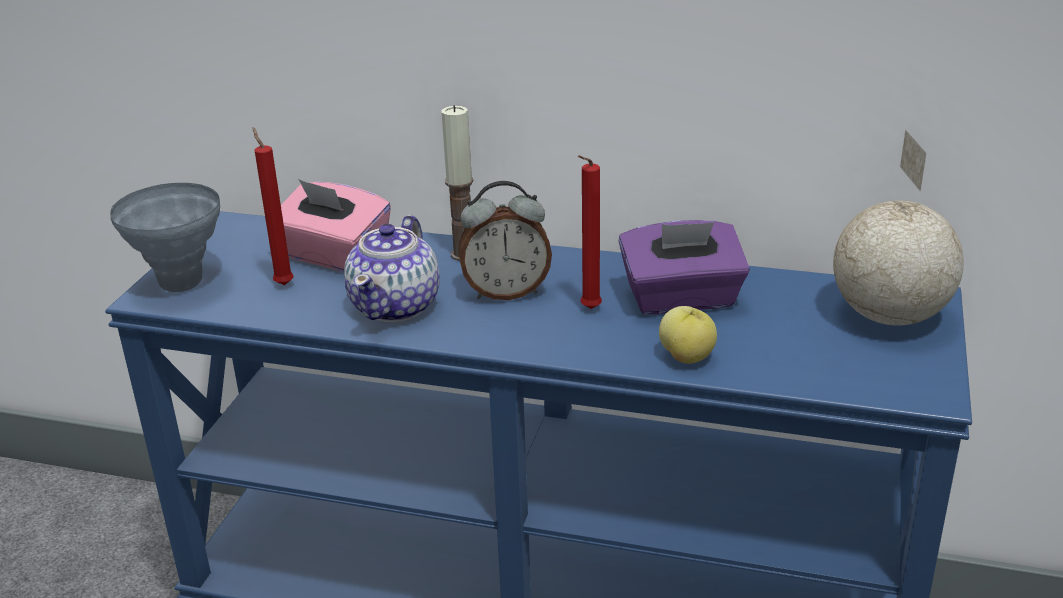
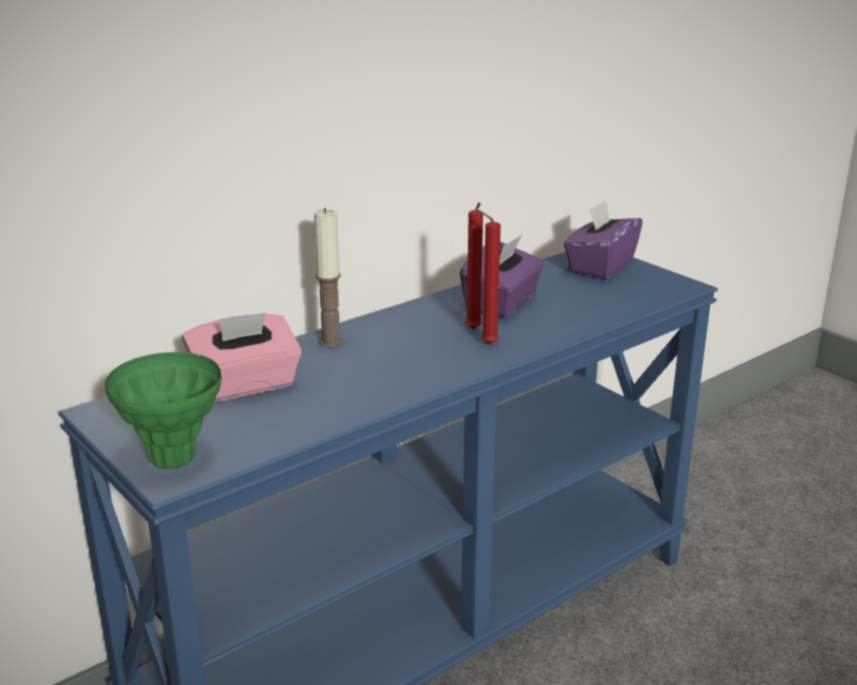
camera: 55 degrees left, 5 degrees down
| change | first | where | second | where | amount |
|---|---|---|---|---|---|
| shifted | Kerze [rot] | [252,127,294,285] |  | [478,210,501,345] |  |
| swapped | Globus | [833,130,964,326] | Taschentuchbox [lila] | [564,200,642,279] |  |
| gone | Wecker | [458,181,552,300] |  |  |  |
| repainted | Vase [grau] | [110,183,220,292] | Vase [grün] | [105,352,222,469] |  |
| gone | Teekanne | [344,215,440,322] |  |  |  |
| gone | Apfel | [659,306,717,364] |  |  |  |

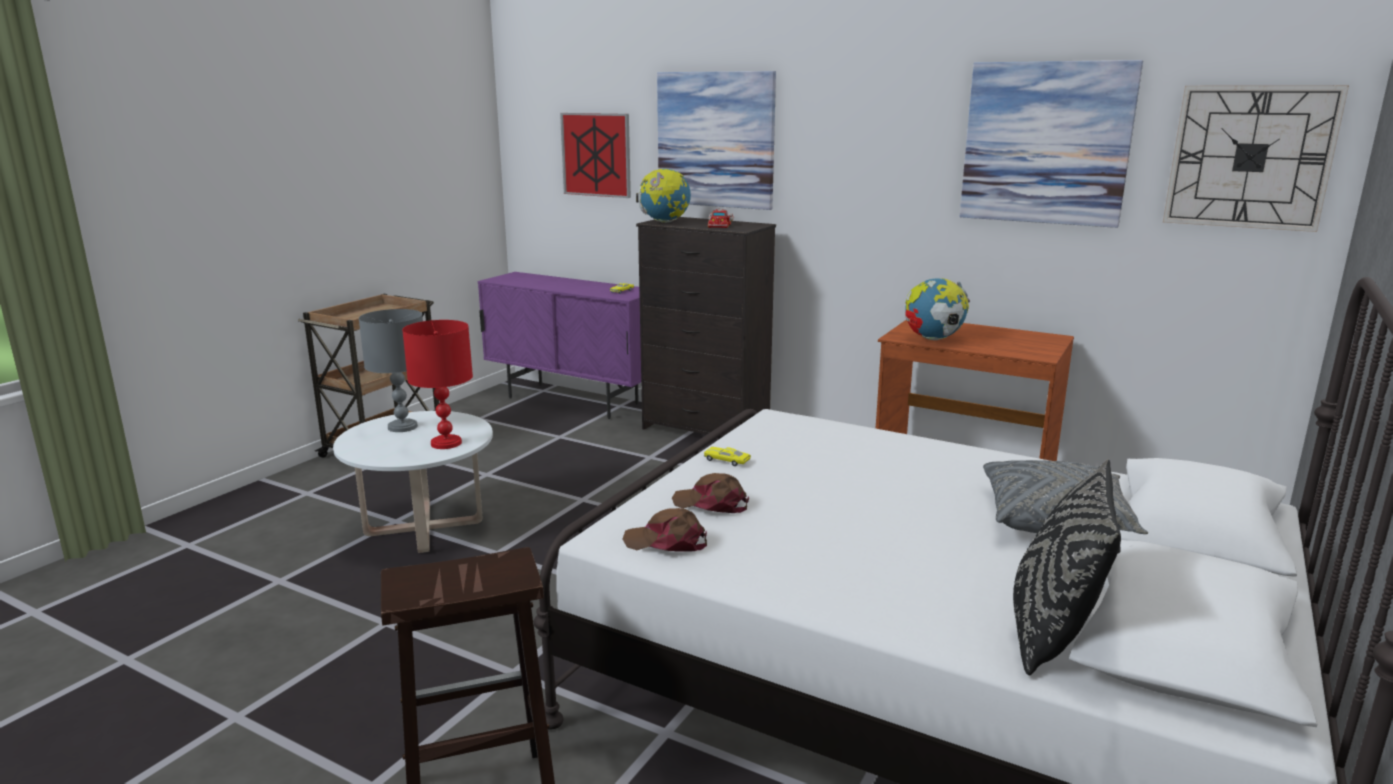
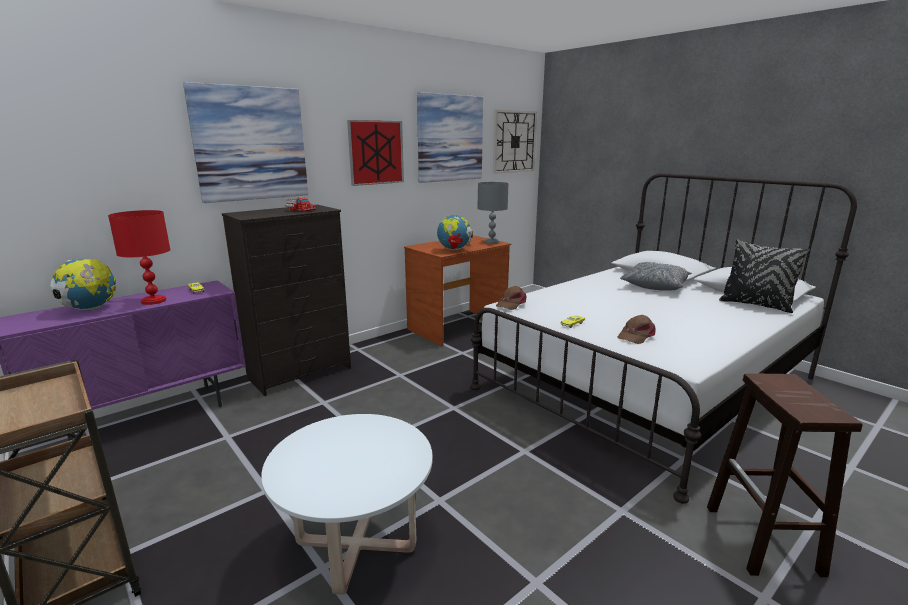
camera: 70 degrees left, 0 degrees up
| change | first | where | second | where | amount |
|---|---|---|---|---|---|
| shifted | Bild | [560,113,631,198] |  | [347,120,404,186] |  |
| shifted | Globus | [636,168,691,223] |  | [50,259,116,310] |  |
| shifted | Tischlampe [grau] | [359,309,423,432] |  | [477,182,509,244] |  |
| shifted | Tischlampe [rot] | [402,320,473,449] |  | [108,210,171,305] |  |
| shifted | Kappe [braun] | [622,508,707,551] |  | [496,286,526,310] |  |

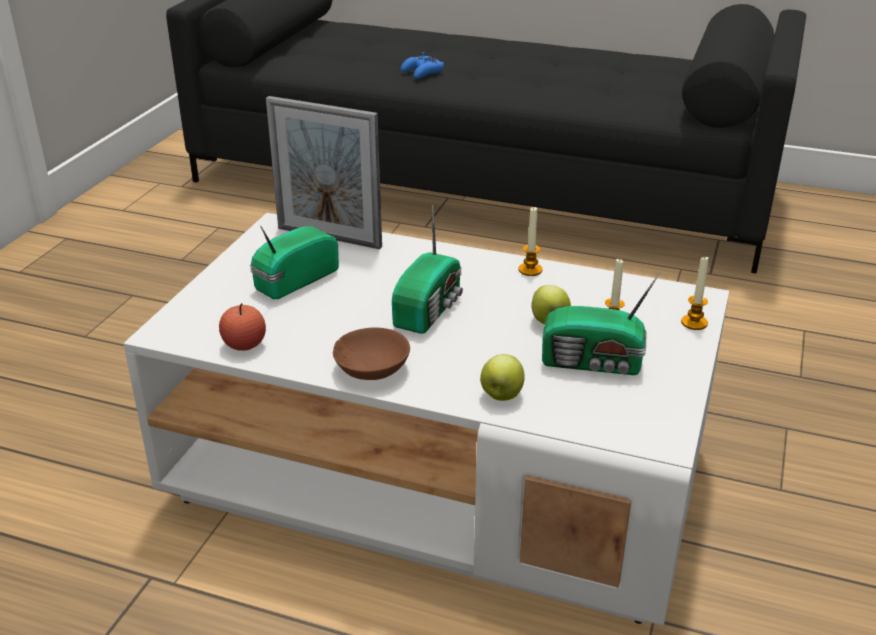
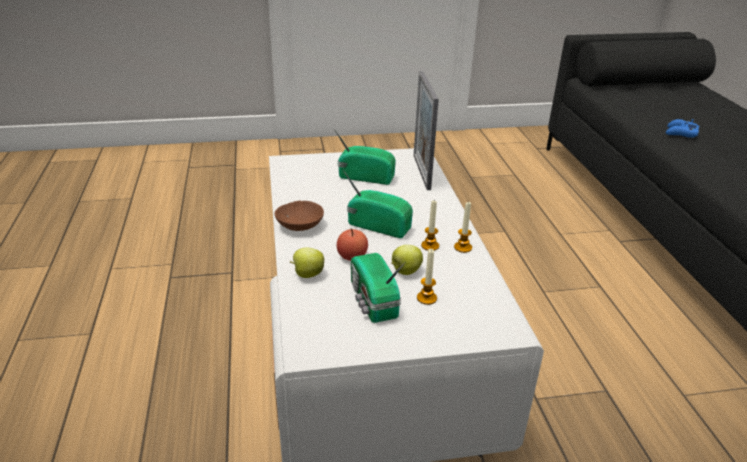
camera: 60 degrees right, 0 degrees up
| change | first | where | second | where | amount |
|---|---|---|---|---|---|
| rotated | Radio | [392,205,463,334] |  | [343,170,413,238] | 150 degrees counterclockwise |
| shifted | Kerze | [681,255,709,330] |  | [421,201,439,251] |  |
| shifted | Apfel | [219,303,266,351] |  | [337,229,368,261] |  |

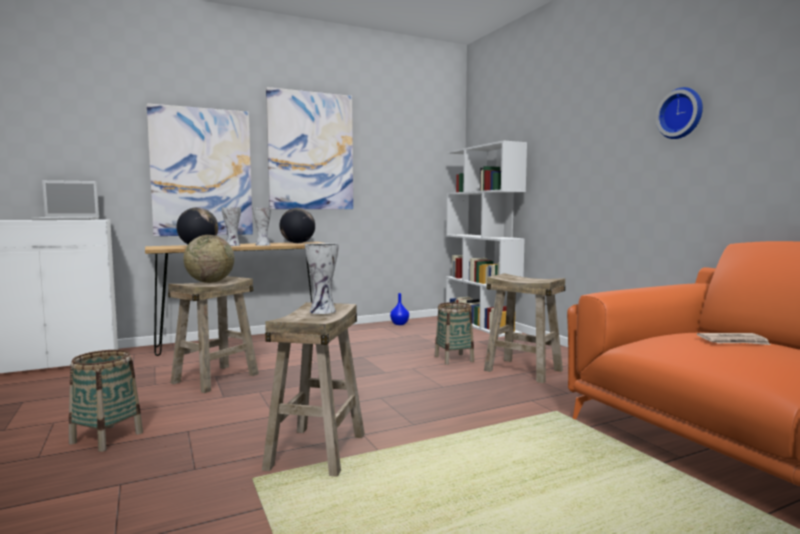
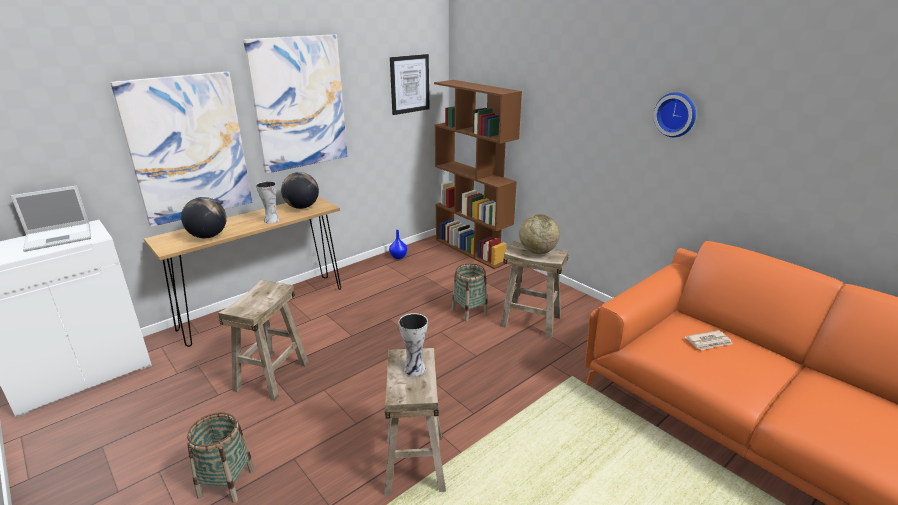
camera: 15 degrees left, 20 degrees up
| change | first | where | second | where | amount |
|---|---|---|---|---|---|
| repainted | Bücherregal [weiß] | [446,140,527,337] | Bücherregal [braun] | [434,80,522,269] |  |
| gone | Vase | [222,207,241,246] |  |  |  |
| shifted | Globus | [183,235,234,283] |  | [519,214,560,254] |  |
| new |  |  | Bild | [390,54,430,115] |  |

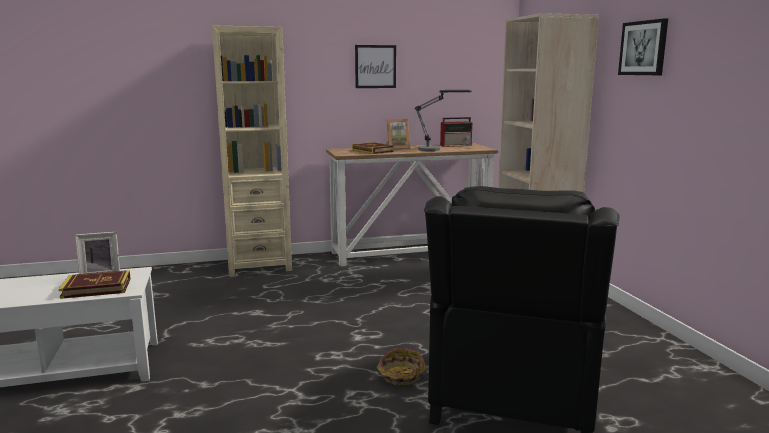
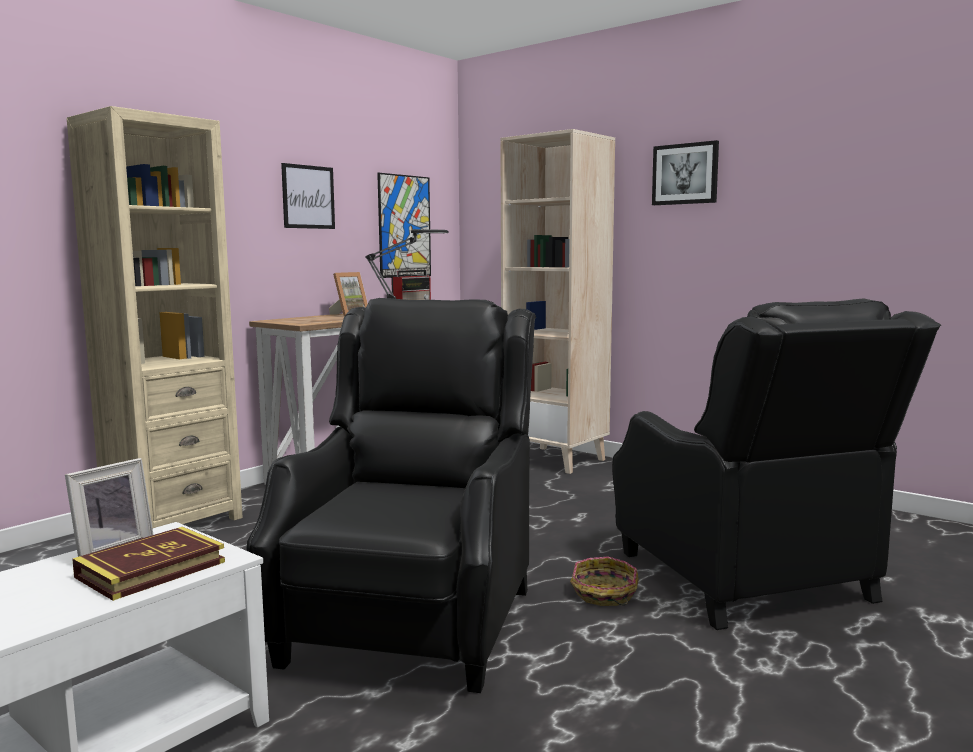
camera: 35 degrees left, 5 degrees down
| change | first | where | second | where | amount |
|---|---|---|---|---|---|
| gone | Buch | [352,142,394,154] |  |  |  |
| new |  |  | Bild | [377,173,431,278] |  |
| new |  |  | Sessel [schwarz] | [247,298,536,693] |  |

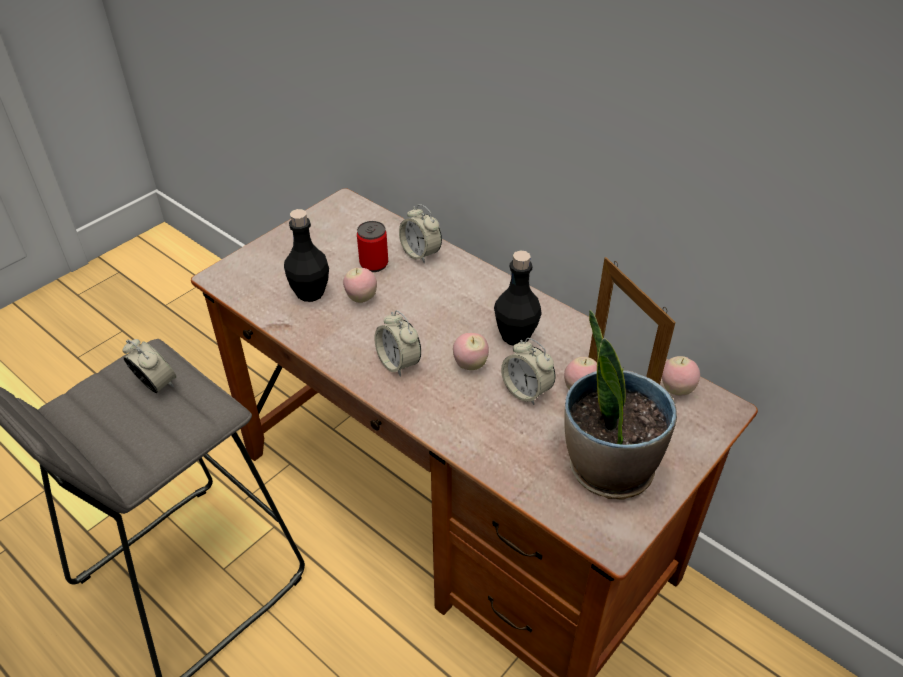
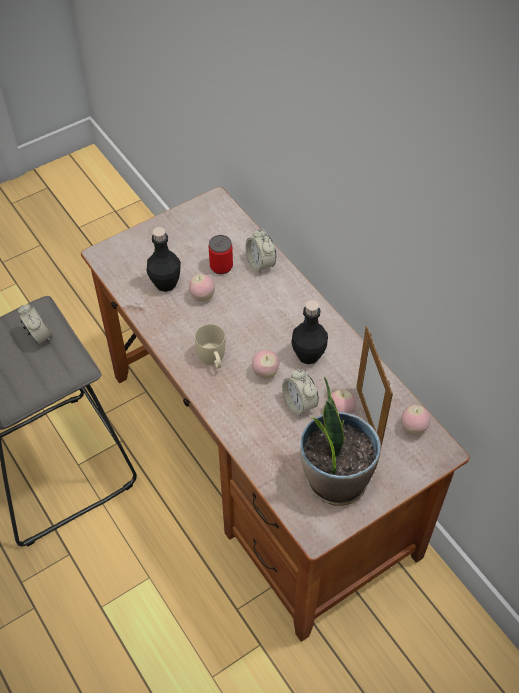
camera: 15 degrees right, 10 degrees up
| change | first | where | second | where | amount |
|---|---|---|---|---|---|
| swapped | Wecker | [374,310,421,377] | Henkelbecher [beige] | [195,324,226,368] |  |

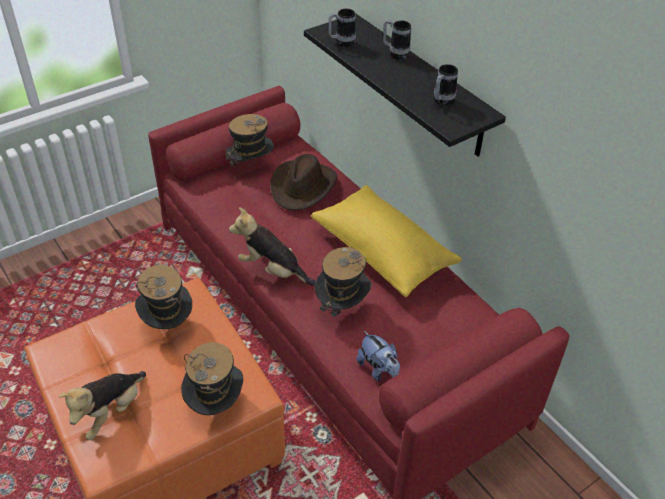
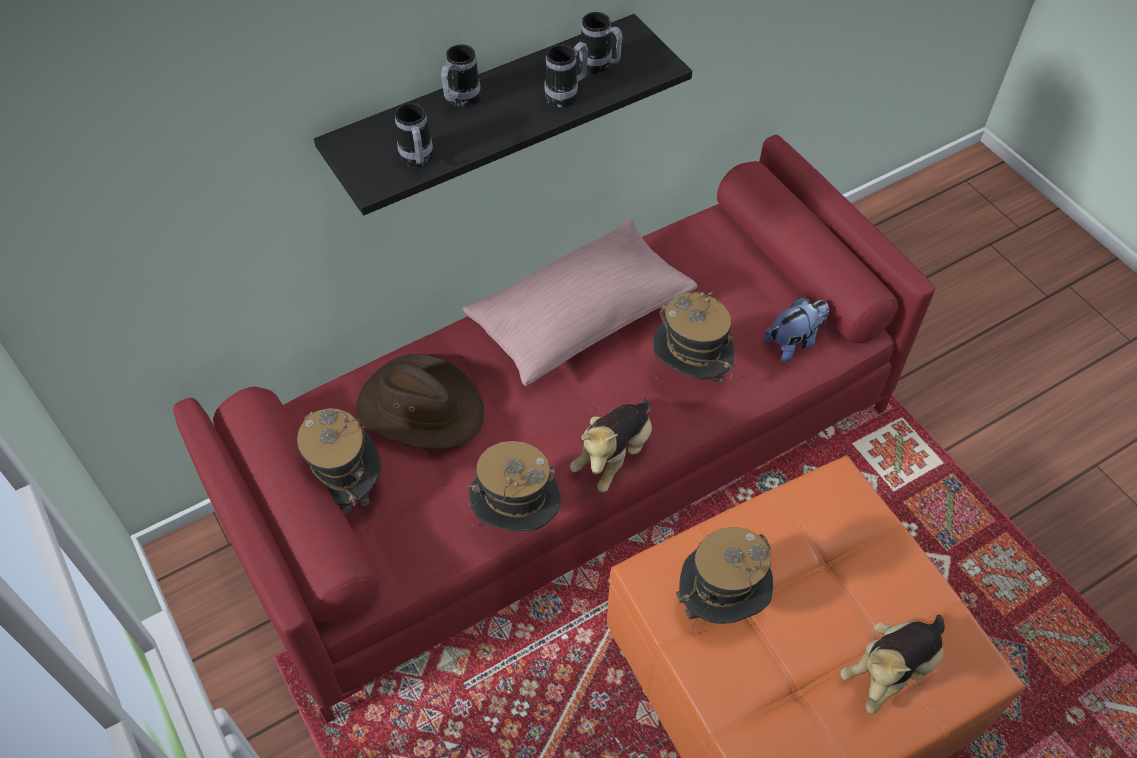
camera: 85 degrees left, 10 degrees up
| change | first | where | second | where | amount |
|---|---|---|---|---|---|
| repainted | Kissen [gelb] | [311,185,462,298] | Kissen [rosa] | [463,219,697,386] |  |
| shifted | Hut | [181,342,243,415] |  | [467,441,561,531] |  |
| rotated | Plüschtier | [59,371,146,440] |  | [840,614,945,714] | 105 degrees clockwise |
| new |  |  | Henkelbecher | [544,42,589,107] |  |

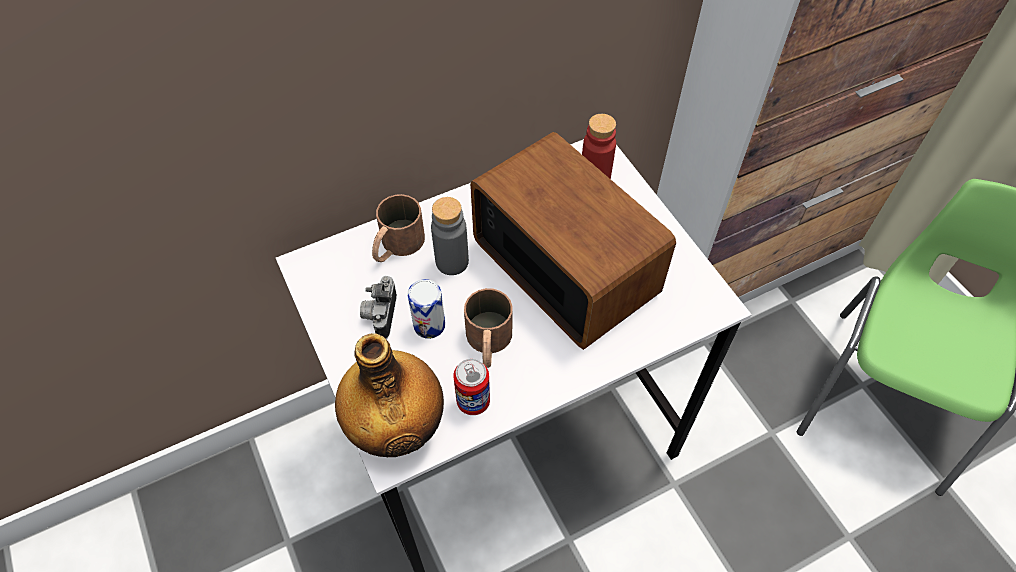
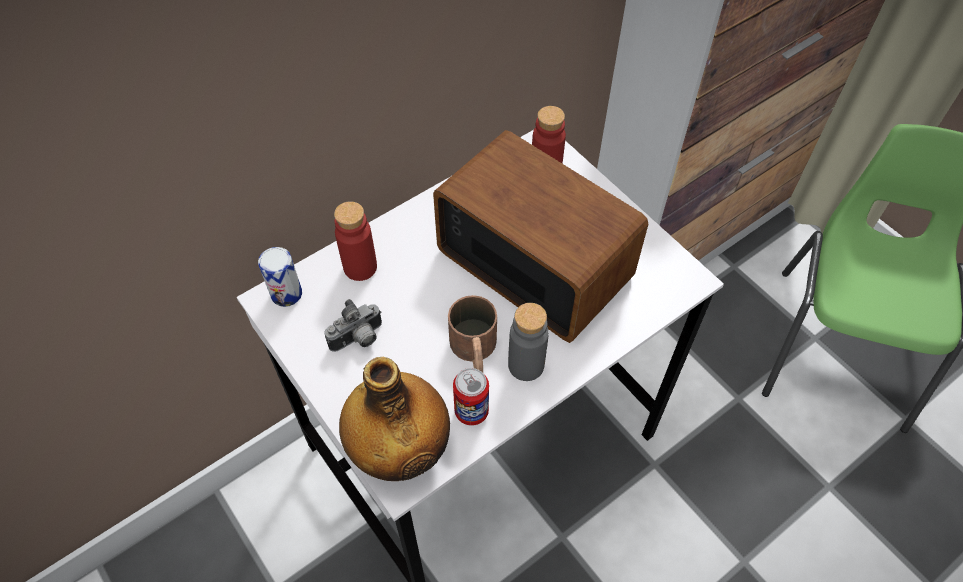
camera: 10 degrees left, 0 degrees up
| change | first | where | second | where | amount |
|---|---|---|---|---|---|
| swapped | Henkelbecher [braun] | [372,194,425,262] | Flasche [rot] | [334,201,377,281] |  |
| shifted | Flasche [grau] | [431,197,469,275] |  | [508,303,549,381] |  |
| rotated | Kamera | [360,276,397,339] |  | [324,299,382,352] | 120 degrees counterclockwise |
| shifted | Dose | [408,279,445,339] |  | [258,247,302,307] |  |

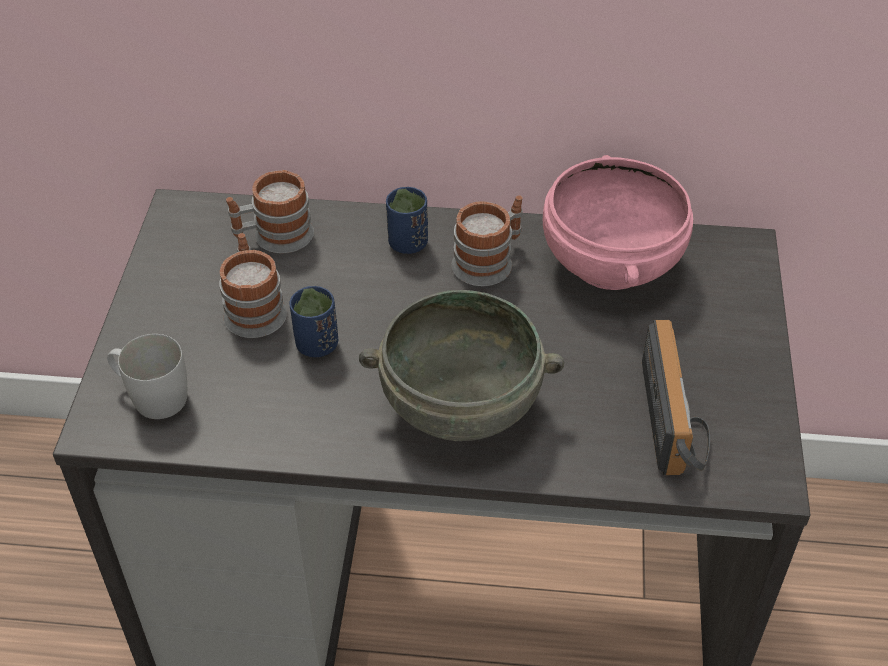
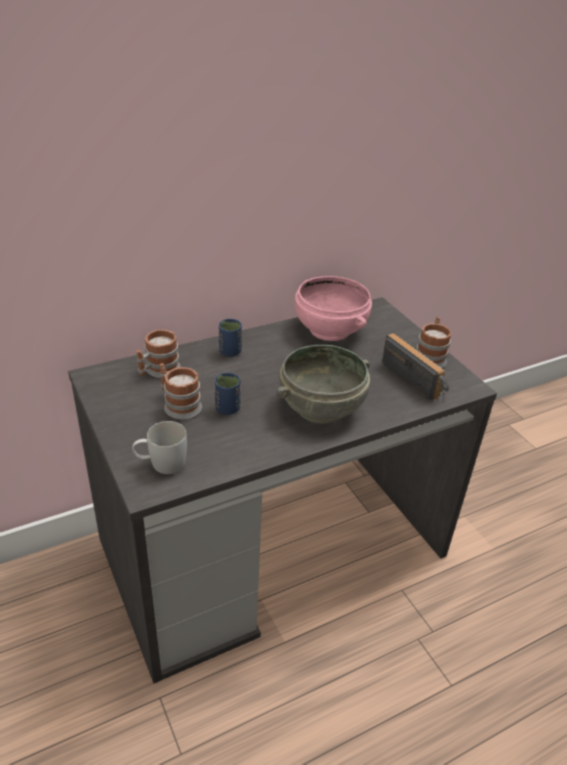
camera: 35 degrees left, 10 degrees down
| change | first | where | second | where | amount |
|---|---|---|---|---|---|
| shifted | Henkelbecher | [452,195,523,286] |  | [417,317,451,368] |  |

